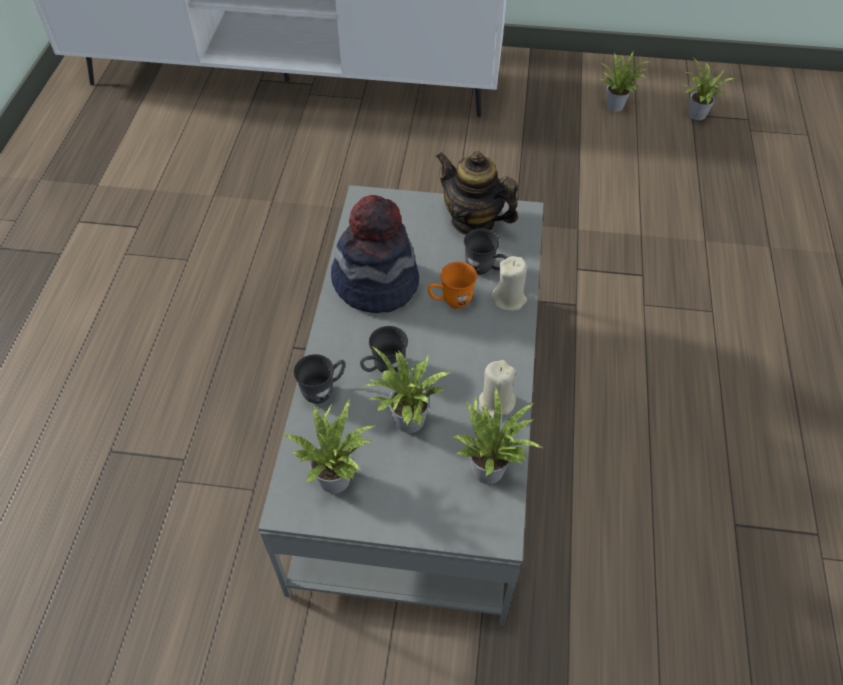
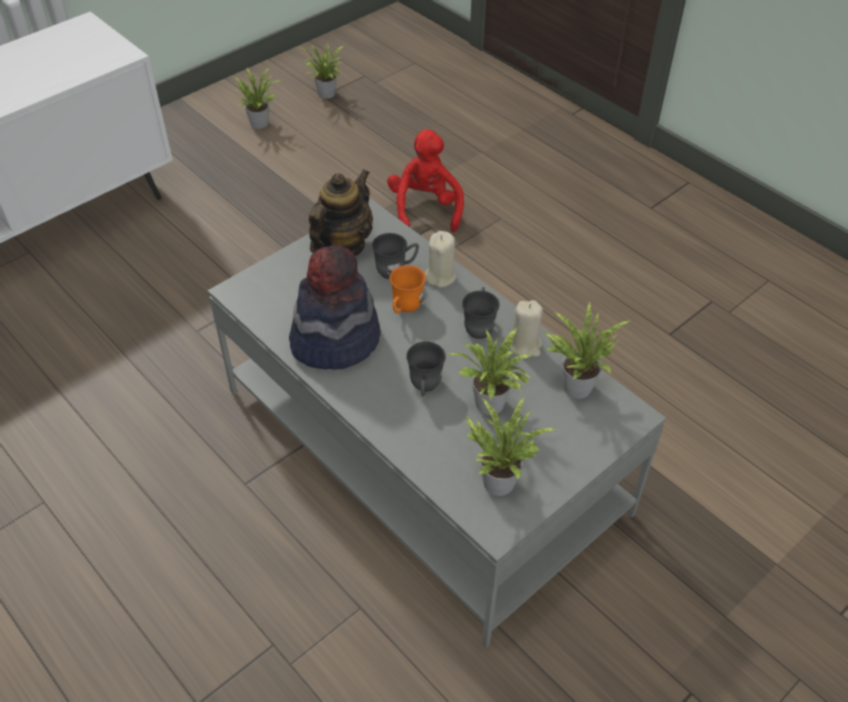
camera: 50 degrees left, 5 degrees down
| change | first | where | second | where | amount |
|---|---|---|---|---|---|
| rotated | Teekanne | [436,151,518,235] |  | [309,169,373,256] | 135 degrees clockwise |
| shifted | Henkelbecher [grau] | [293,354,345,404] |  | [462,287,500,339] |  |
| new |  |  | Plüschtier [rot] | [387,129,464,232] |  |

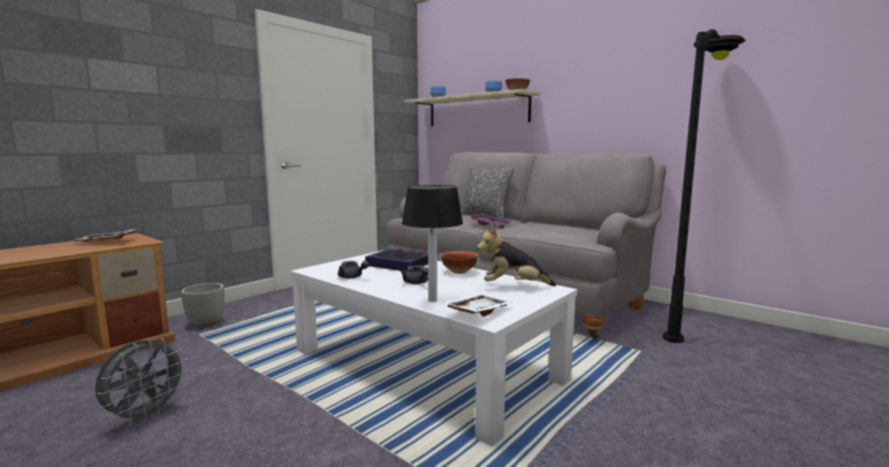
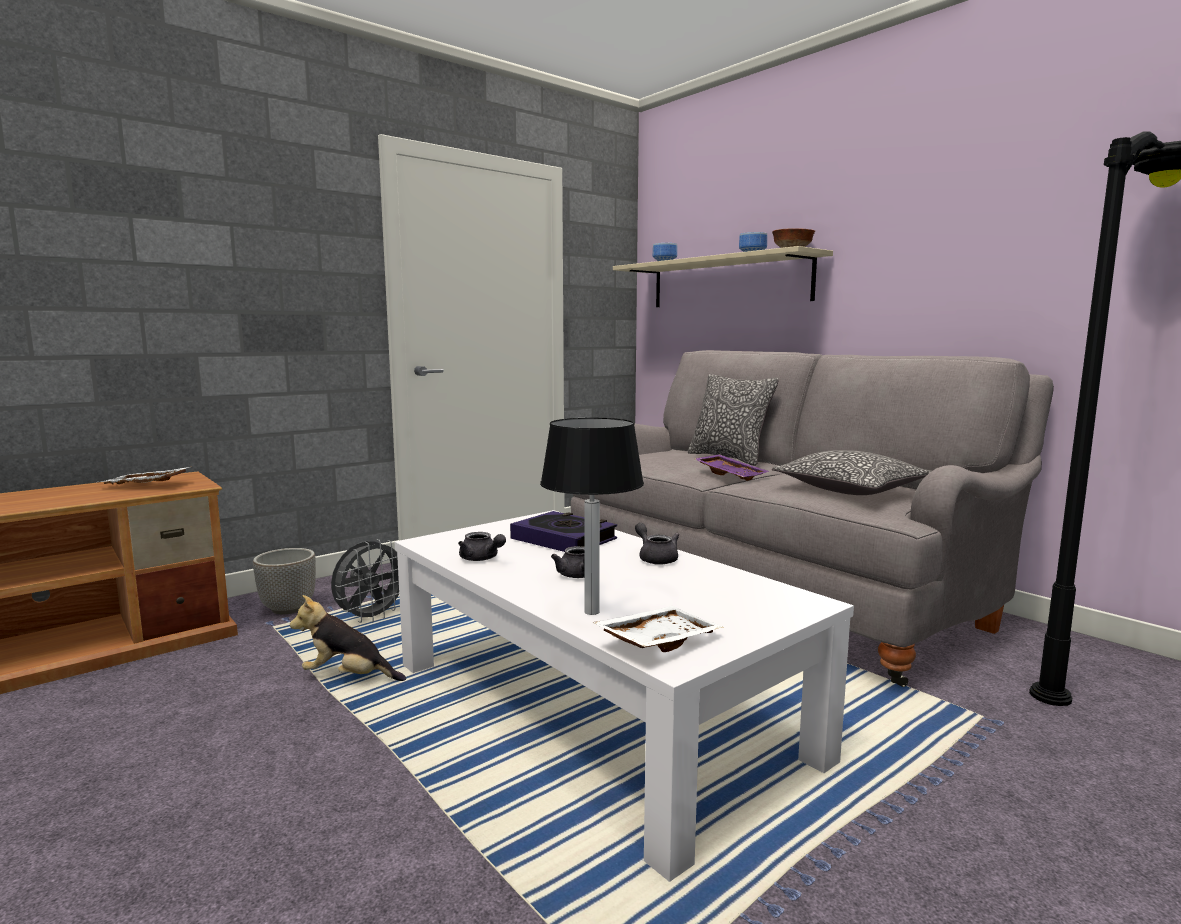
camera: 10 degrees right, 0 degrees up
| change | first | where | second | where | amount |
|---|---|---|---|---|---|
| shifted | Plüschtier | [477,227,556,286] |  | [290,595,406,681] |  |
| swapped | Schüssel | [440,251,478,274] | Teekanne [grau] | [635,523,679,565] |  |
| shifted | Ventilator [grau] | [95,338,188,425] |  | [331,539,399,623] |  |
| new |  |  | Kissen | [772,450,932,495] |  |

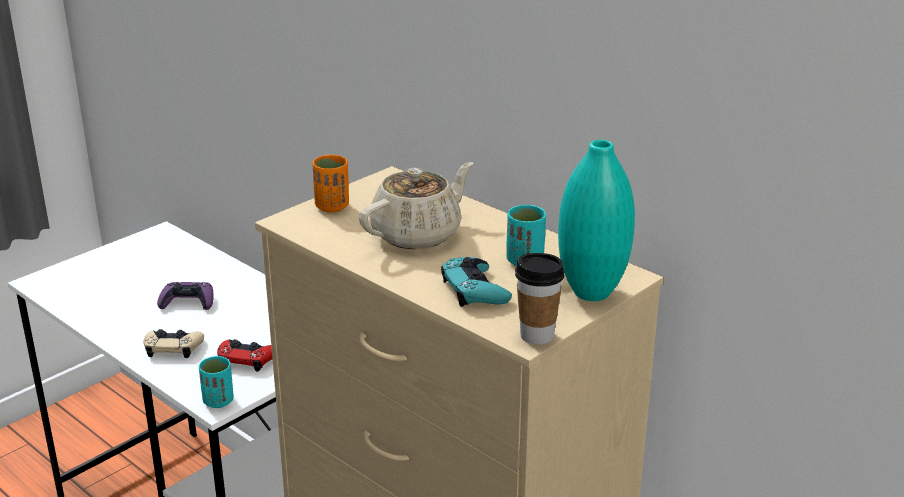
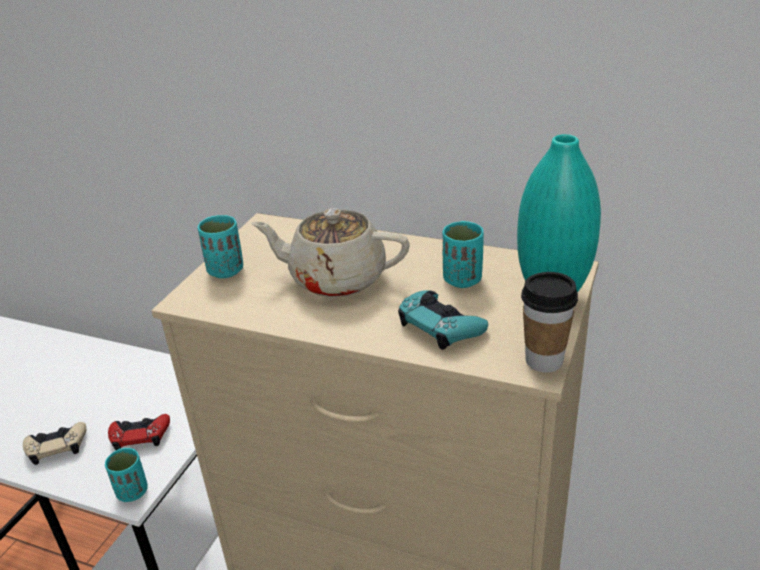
camera: 20 degrees left, 5 degrees up
| change | first | where | second | where | amount |
|---|---|---|---|---|---|
| repainted | Tasse [orange] | [313,155,349,212] | Tasse [türkis] | [198,215,243,278] |  |
| rotated | Teekanne [beige] | [359,162,473,249] |  | [251,208,410,297] | 105 degrees counterclockwise |
| gone | Gamepad [lila] | [157,282,214,310] |  |  |  |

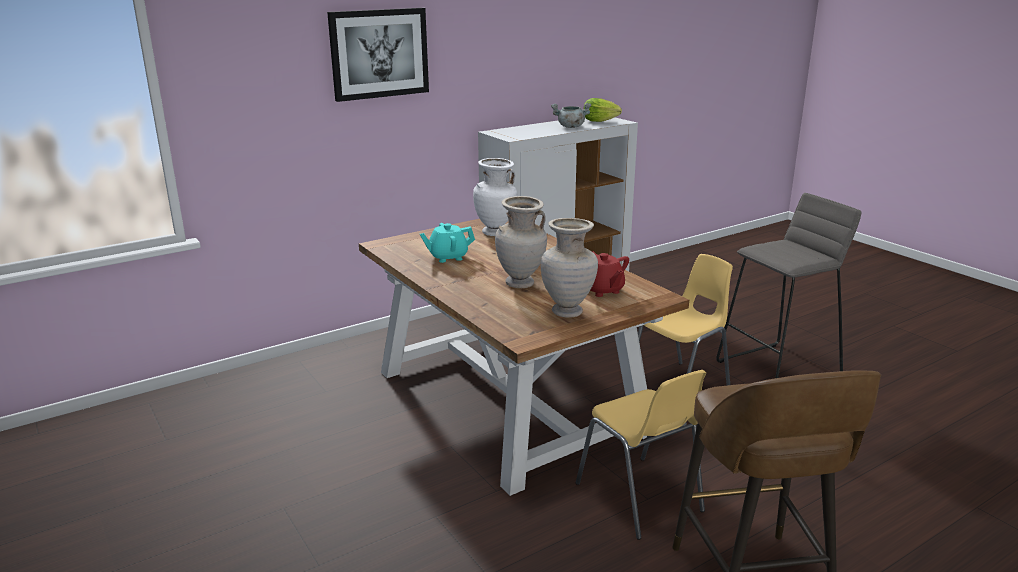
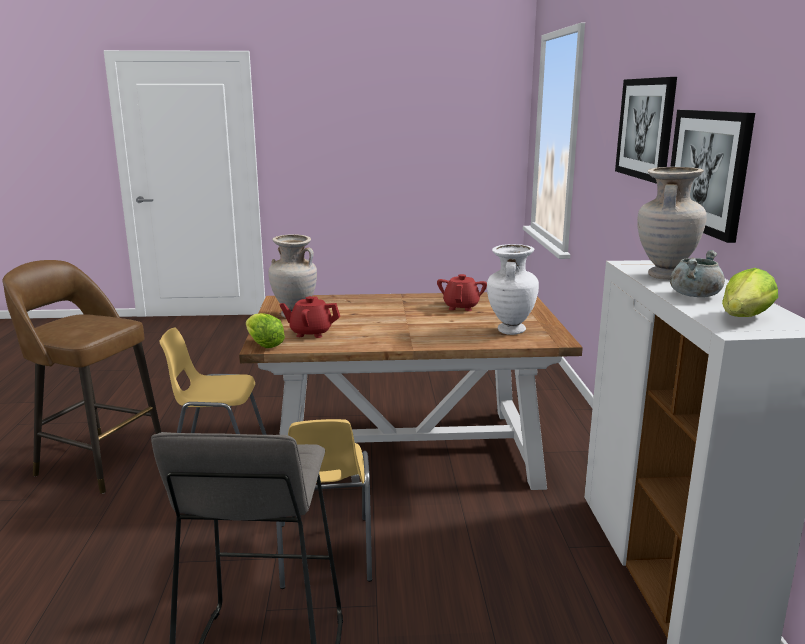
camera: 120 degrees right, 5 degrees down
| change | first | where | second | where | amount |
|---|---|---|---|---|---|
| shifted | Vase [beige] | [495,196,547,288] |  | [637,167,707,280] |  |
| repainted | Teekanne [türkis] | [420,223,475,263] | Teekanne [rot] | [437,274,487,311] |  |
| new |  |  | Bild | [670,110,755,243] |  |
| new |  |  | Salatkopf | [246,313,285,348] |  |

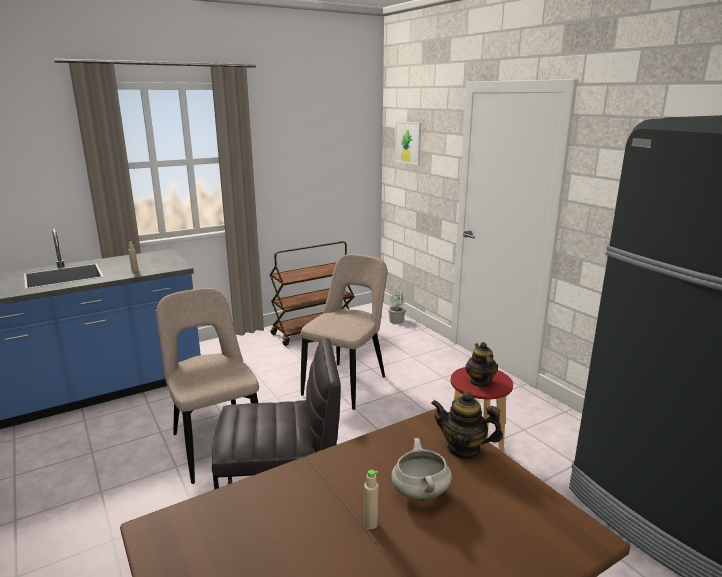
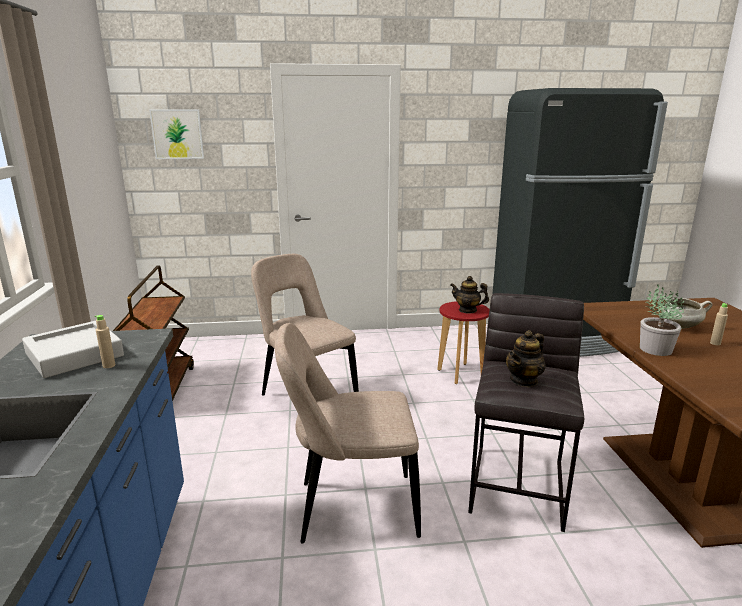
camera: 65 degrees left, 0 degrees up
| change | first | where | second | where | amount |
|---|---|---|---|---|---|
| shifted | Topfpflanze | [388,292,406,324] |  | [640,284,684,356] |  |
| shifted | Teekanne | [431,391,503,460] |  | [506,330,546,388] |  |
| new |  |  | Tablett [grau] | [22,321,124,378] |  |

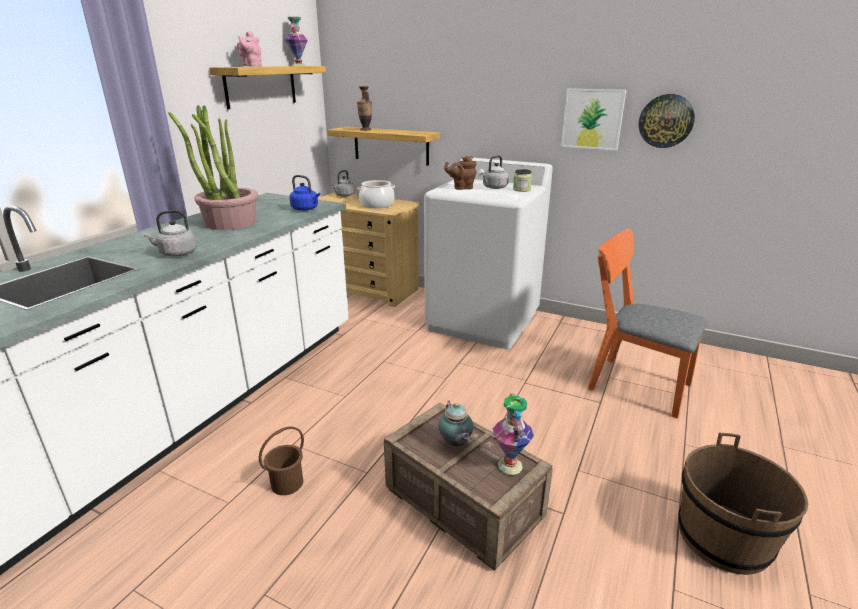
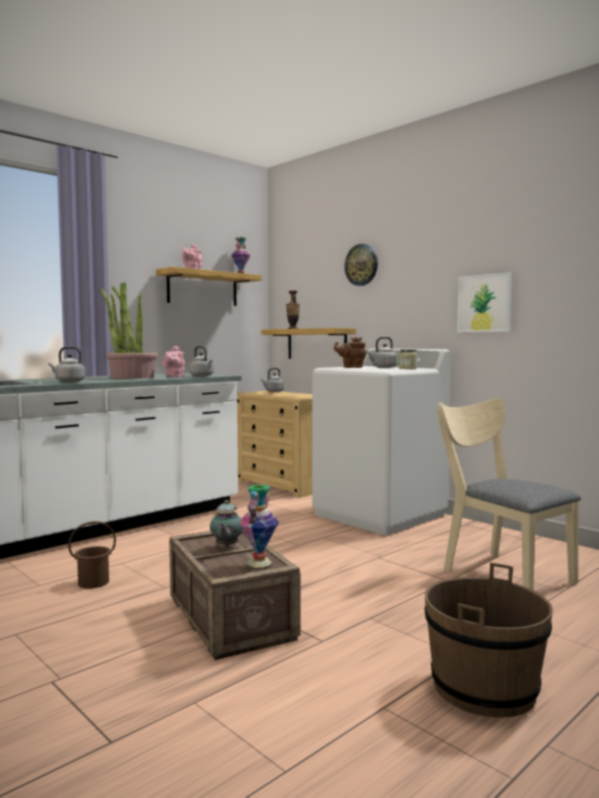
camera: 20 degrees right, 20 degrees down
| change | first | where | second | where | amount |
|---|---|---|---|---|---|
| shifted | Wanduhr | [639,94,695,148] |  | [345,244,378,286] |  |
| repainted | Wasserkessel [blau] | [289,175,320,211] | Wasserkessel [grau] | [189,346,214,376] |  |
| gone | Kochtopf | [357,180,395,208] |  |  |  |
| repainted | Stuhl [orange] | [588,229,707,419] | Stuhl [beige] | [437,398,581,591] |  |
| new |  |  | Teekanne [rosa] | [162,346,185,378] |  |

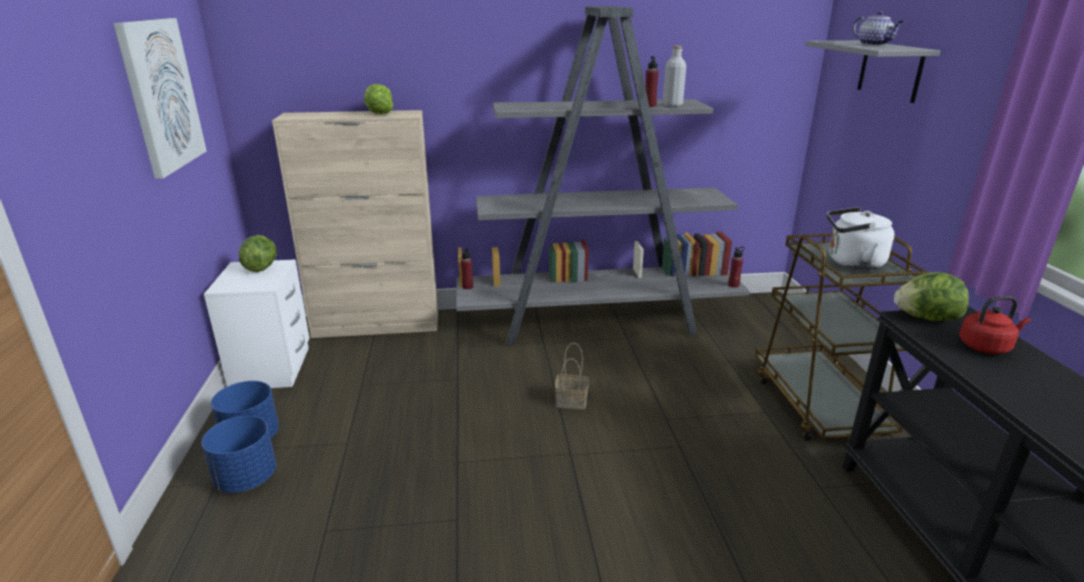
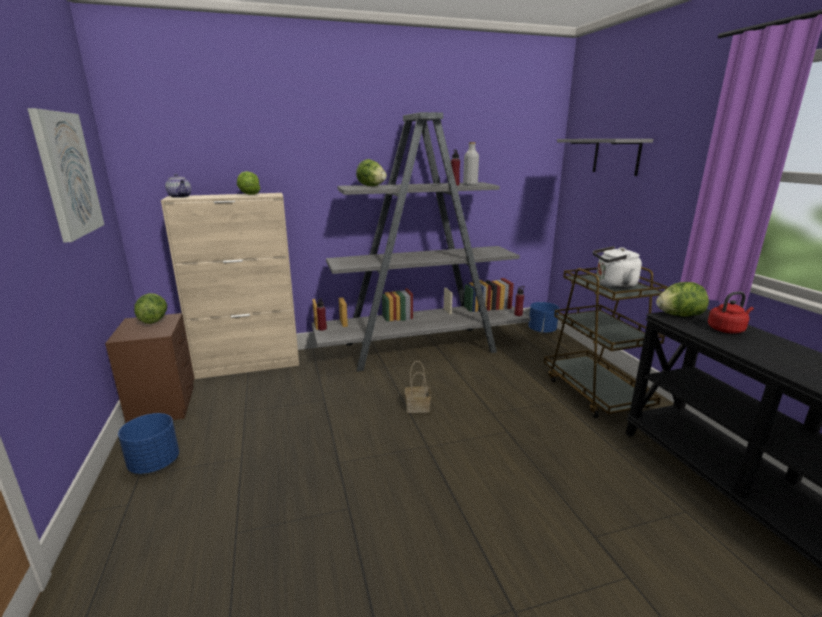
camera: 10 degrees left, 5 degrees down
| change | first | where | second | where | amount |
|---|---|---|---|---|---|
| shifted | Teekanne | [853,11,904,45] |  | [165,173,191,198] |  |
| repainted | Nachttisch [weiß] | [204,259,309,388] | Nachttisch [braun] | [105,313,194,423] |  |
| shifted | Pflanzkübel [blau] | [201,416,276,493] |  | [528,302,559,333] |  |
| new |  |  | Salatkopf | [356,159,387,186] |  |

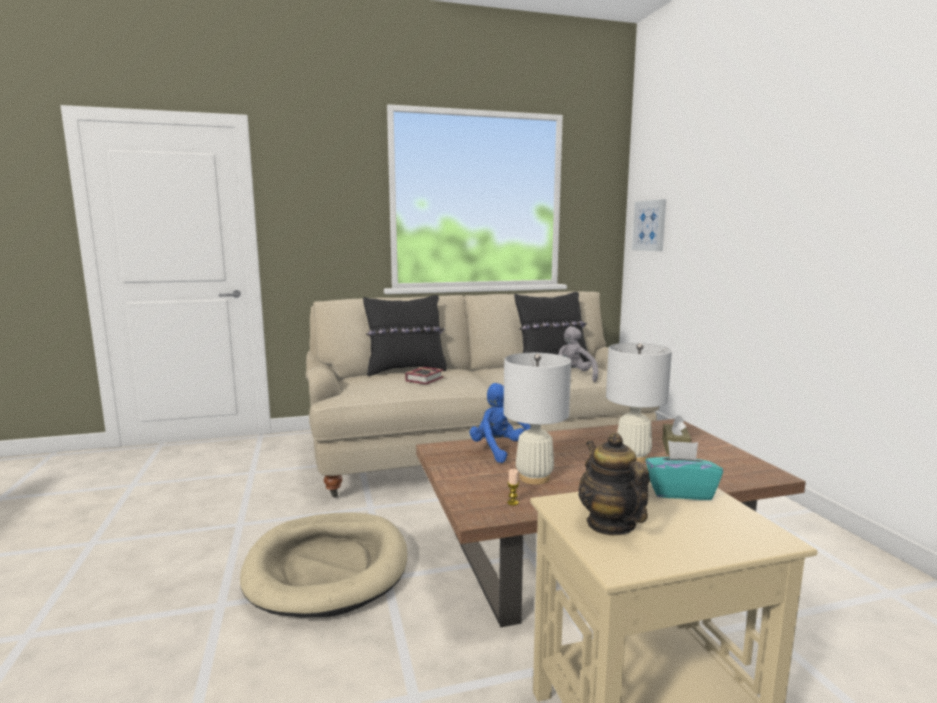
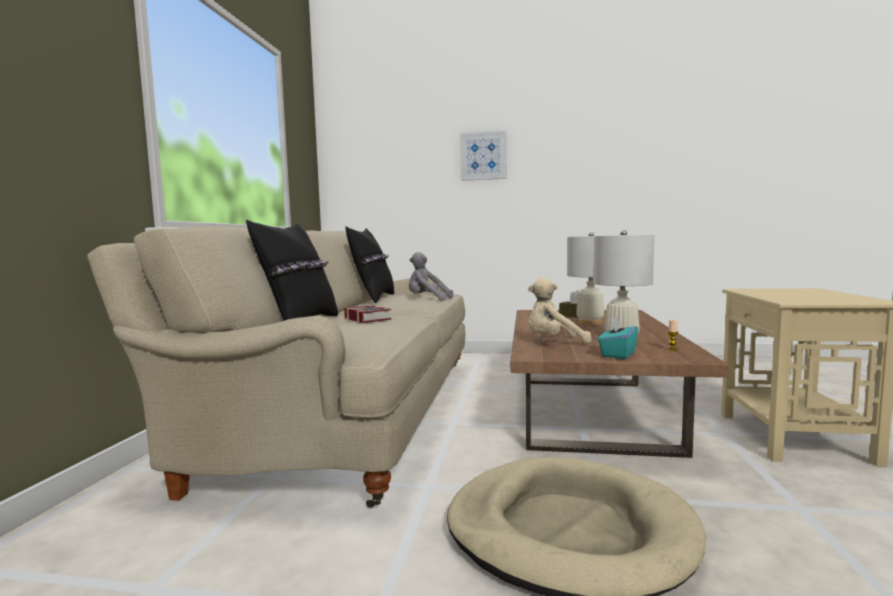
camera: 65 degrees left, 5 degrees down
| change | first | where | second | where | amount |
|---|---|---|---|---|---|
| shifted | Bild | [632,199,666,251] |  | [460,131,507,181] |  |
| repainted | Plüschtier [blau] | [469,383,531,463] | Plüschtier [beige] | [528,278,592,343] |  |
| gone | Teekanne | [578,432,650,535] |  |  |  |
| shifted | Taschentuchbox [türkis] | [645,441,723,500] |  | [598,317,639,359] |  |

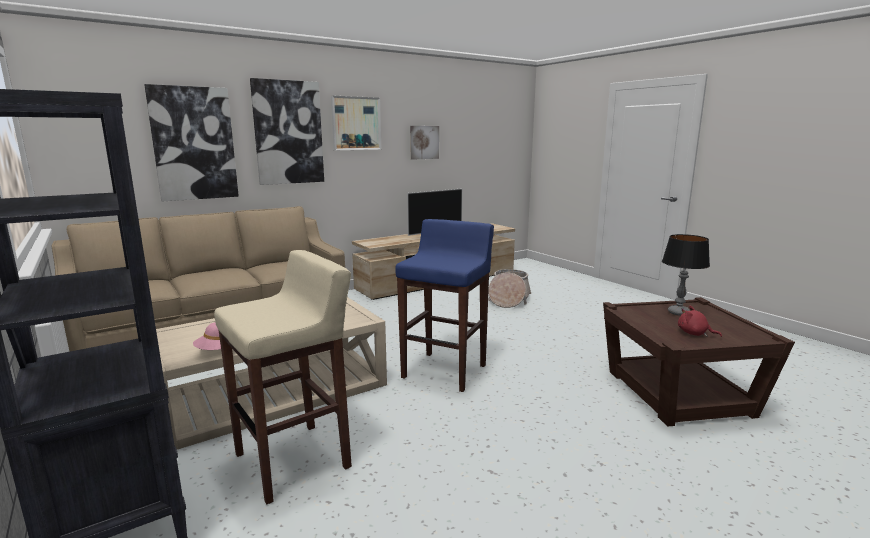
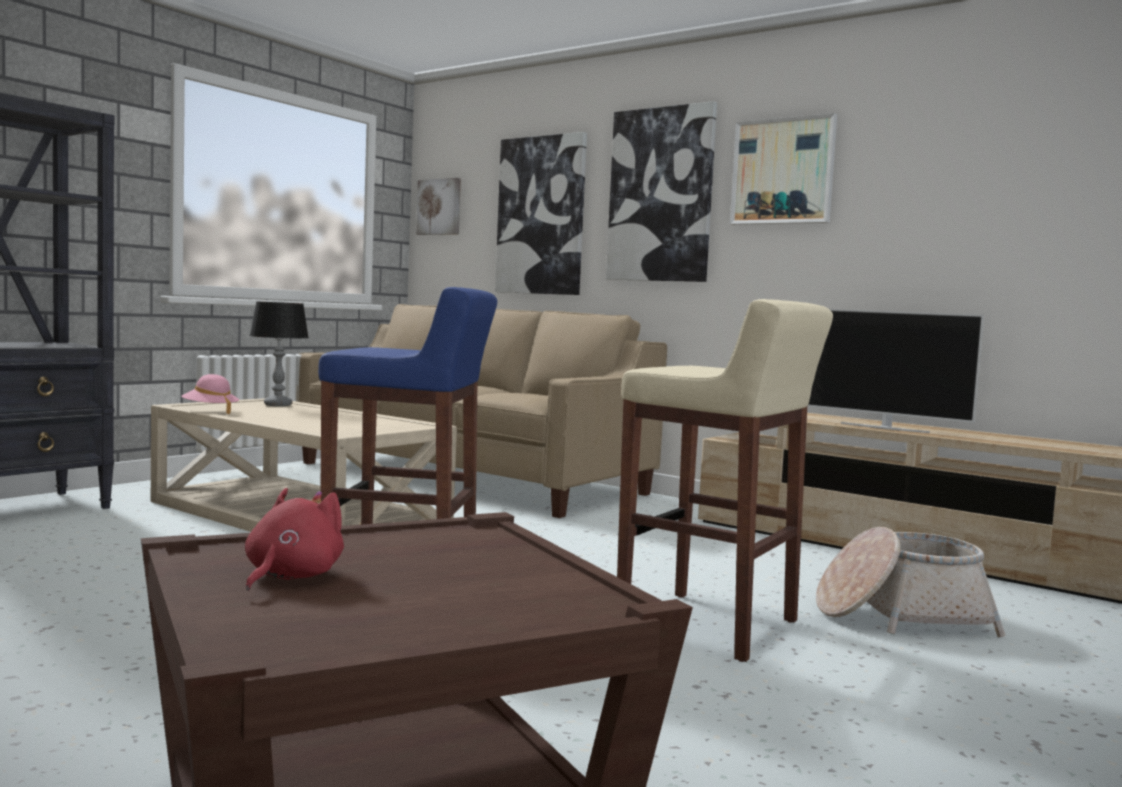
camera: 70 degrees right, 10 degrees down
| change | first | where | second | where | amount |
|---|---|---|---|---|---|
| shifted | Bild | [410,126,439,160] |  | [416,178,461,235] |  |
| shifted | Tischlampe | [662,234,710,316] |  | [250,302,309,406] |  |
| shifted | Hocker [beige] | [214,250,352,504] |  | [617,299,833,662] |  |

